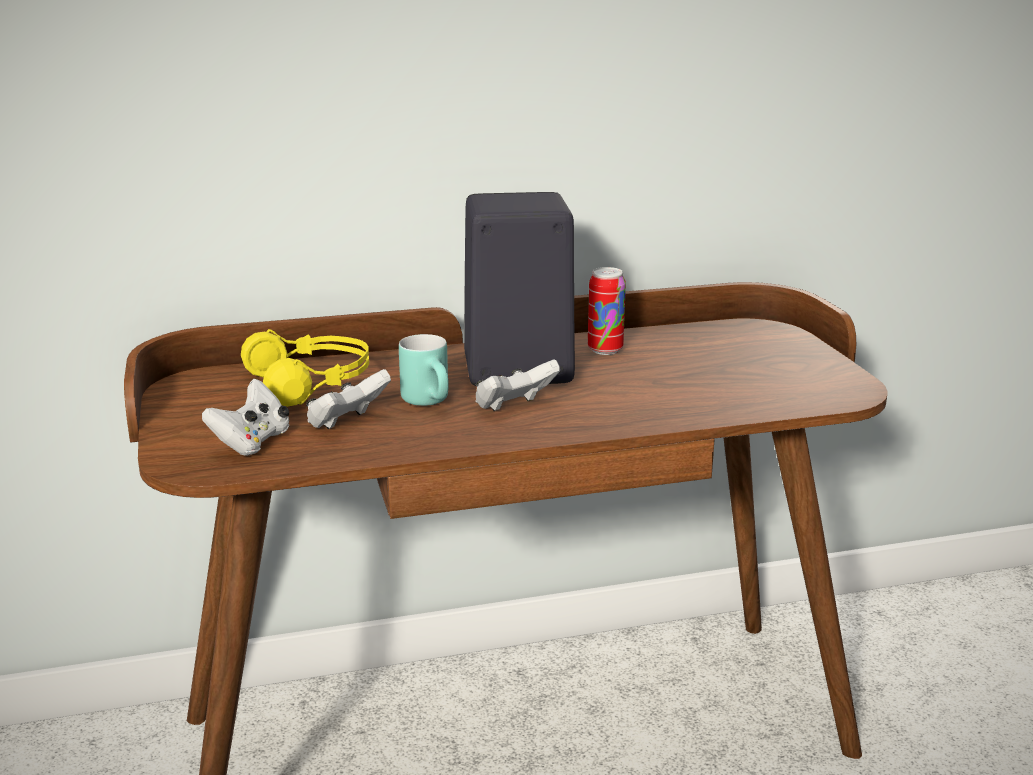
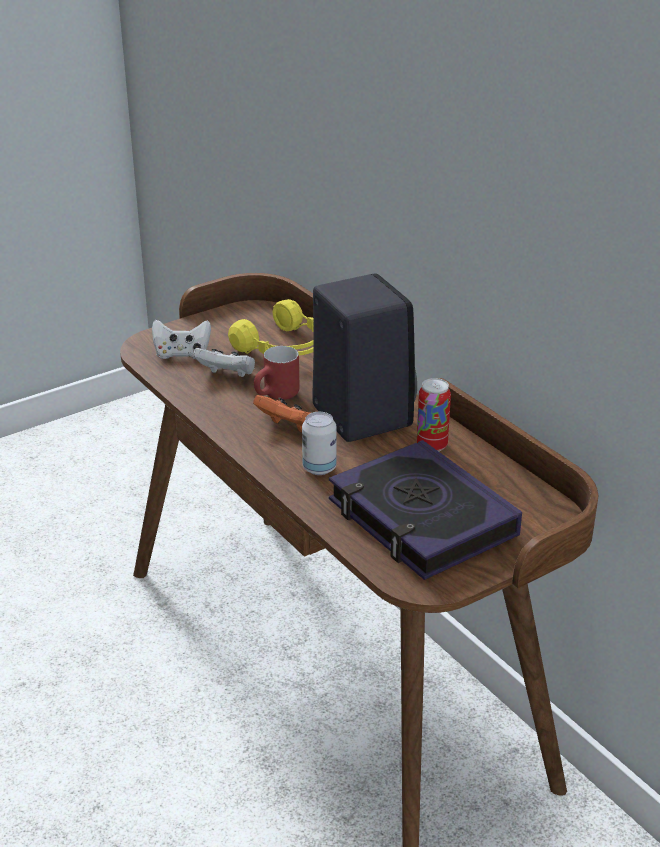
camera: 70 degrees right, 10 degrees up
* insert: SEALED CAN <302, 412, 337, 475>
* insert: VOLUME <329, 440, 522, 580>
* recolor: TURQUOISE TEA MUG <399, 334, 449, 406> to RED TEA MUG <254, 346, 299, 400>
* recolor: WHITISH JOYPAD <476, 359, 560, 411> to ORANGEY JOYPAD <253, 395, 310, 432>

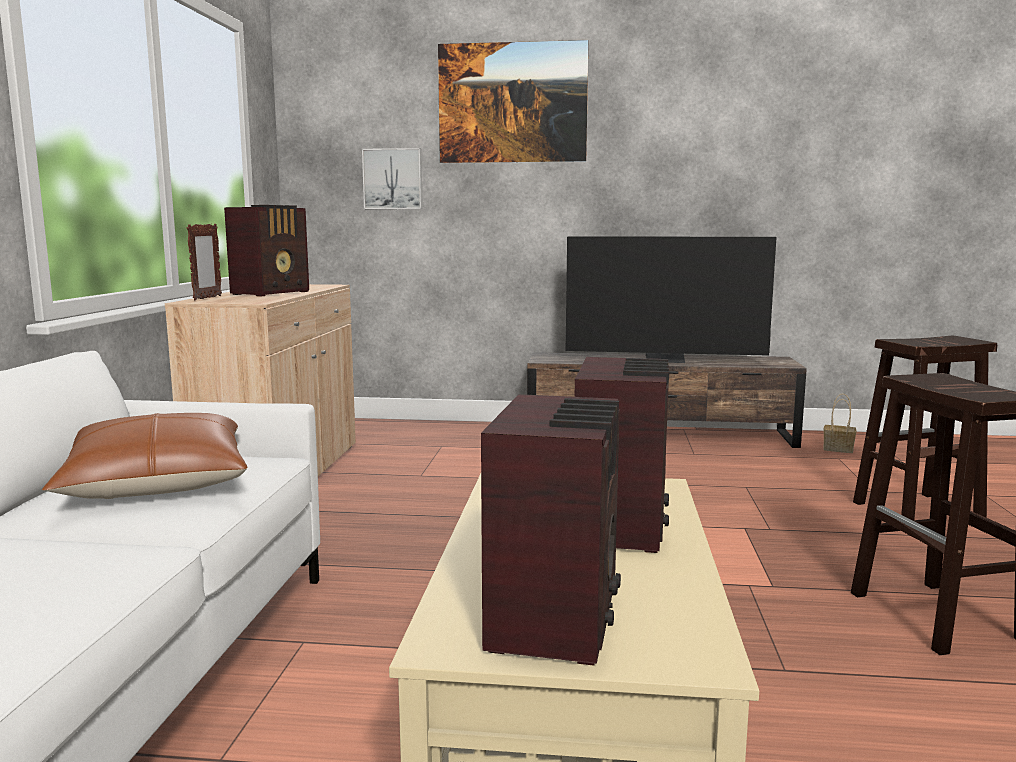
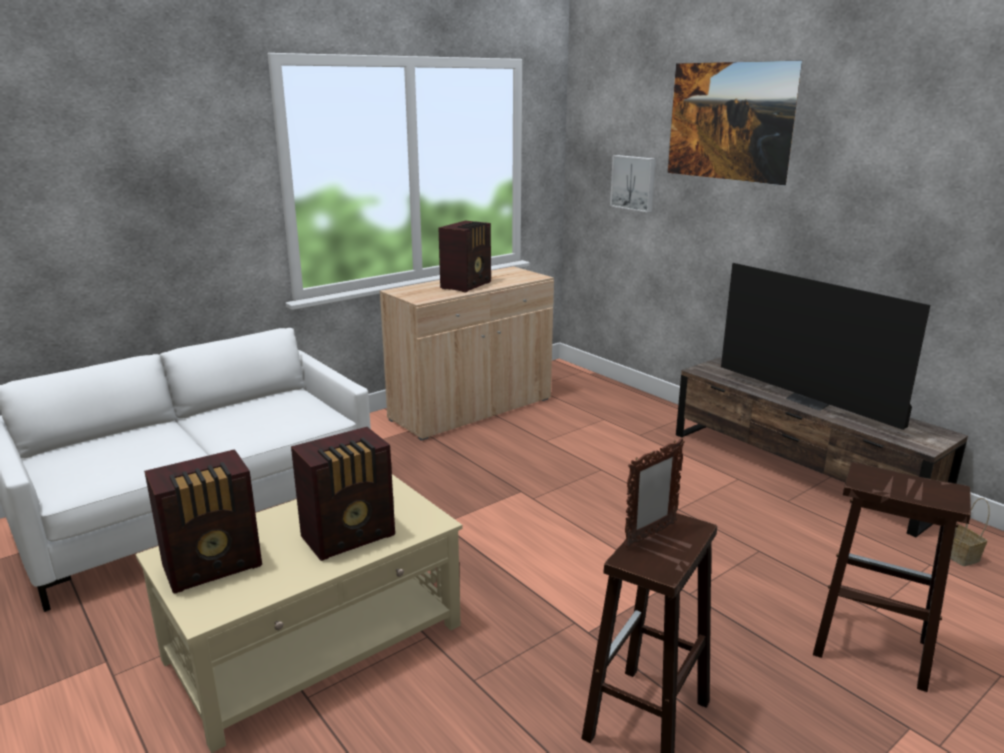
camera: 45 degrees right, 10 degrees up
* delete: BROWNISH THROW PILLOW <42, 413, 247, 499>
* move: PHOTO FRAME <187, 224, 222, 300> to <624, 438, 685, 548>
* rotate: RADIO RECEIVER <224, 205, 309, 297> = <438, 221, 491, 293> 45 degrees counterclockwise

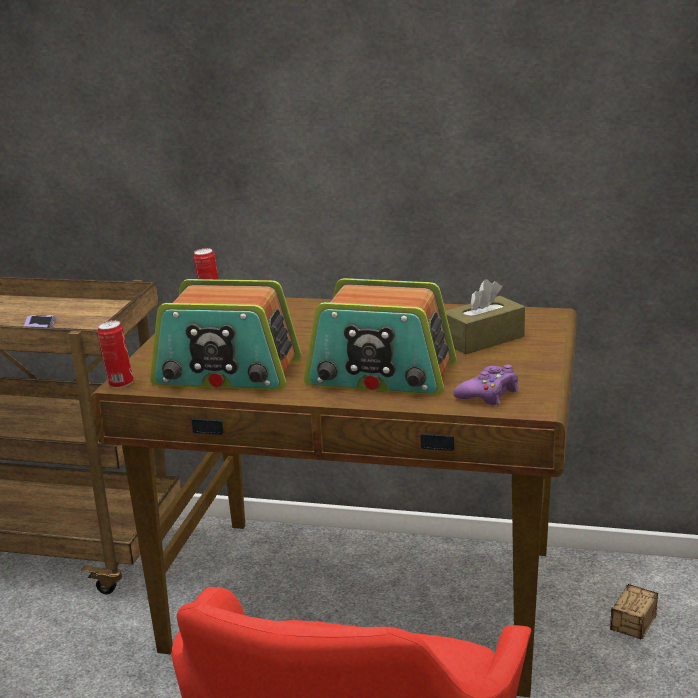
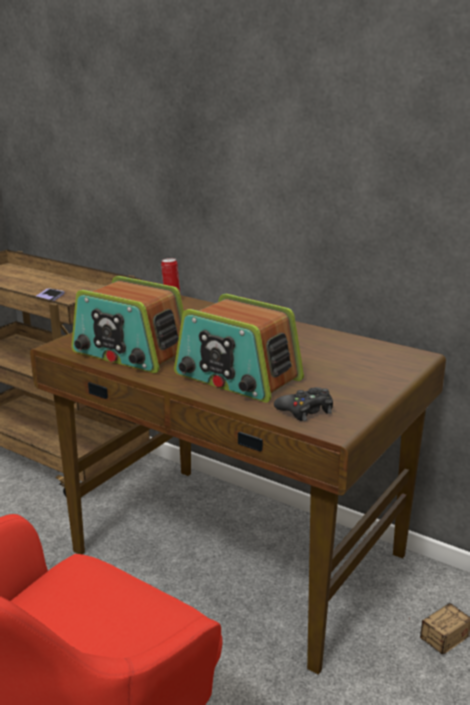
camera: 20 degrees right, 0 degrees up
* delete: SEALED CAN <97, 320, 134, 388>
* delete: BROWNISH TISSUE HOLDER <446, 279, 525, 354>
* recolor: PURPLE-COLOURED JOYPAD <453, 365, 519, 405> to BLACKISH JOYPAD <274, 387, 333, 421>

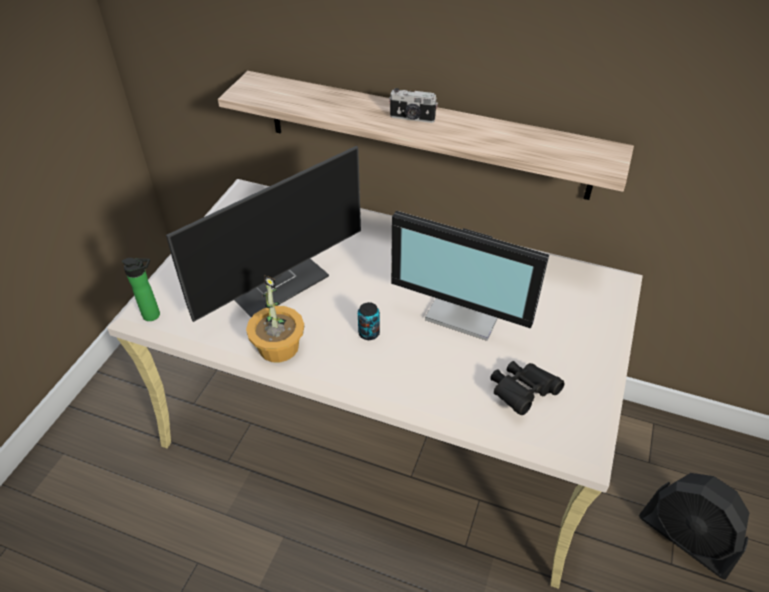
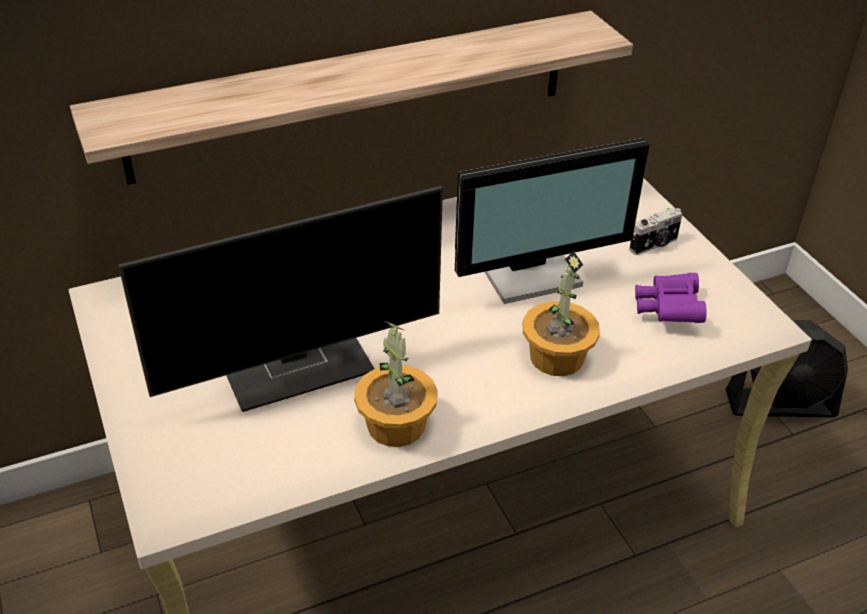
camera: 45 degrees left, 5 degrees down
* delete: BEVERAGE BOTTLE <122, 258, 160, 321>
* delete: SEALED CAN <358, 302, 380, 340>
* insert: PLANT IN A POT <523, 251, 600, 376>
* move: PHOTO CAMERA <389, 88, 438, 123> to <629, 207, 683, 255>
* recolor: BLACKISH FIELD GLASSES <490, 361, 565, 415> to PURPLE-COLOURED FIELD GLASSES <635, 273, 706, 323>
* rotate: COMPUTER DISPLAY <166, 146, 361, 322> = <118, 186, 443, 412> 60 degrees clockwise

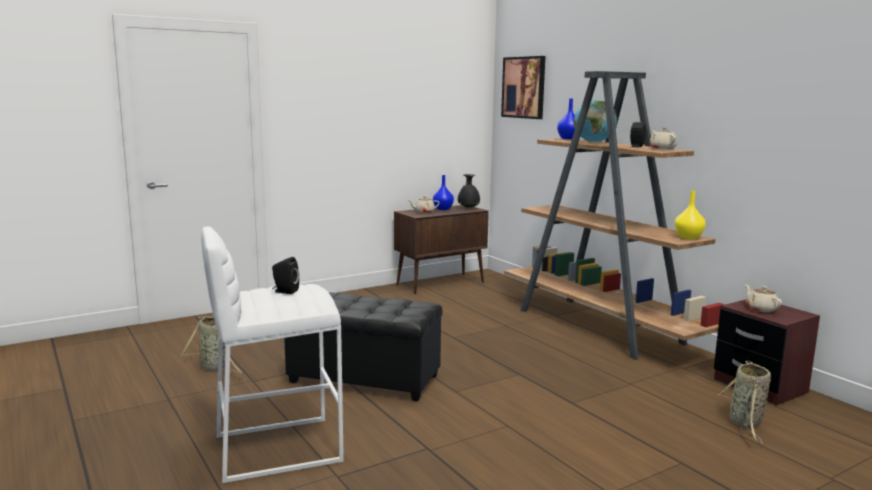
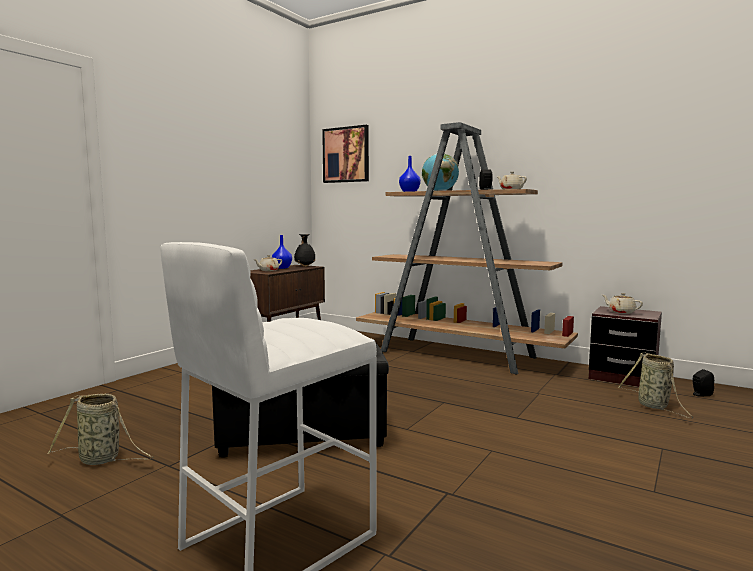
camera: 25 degrees left, 5 degrees down
* delete: YELLOW DECORATIVE VASE <675, 191, 706, 239>
* move: BLACKISH SPEAKER <272, 257, 299, 294> to <693, 369, 714, 396>

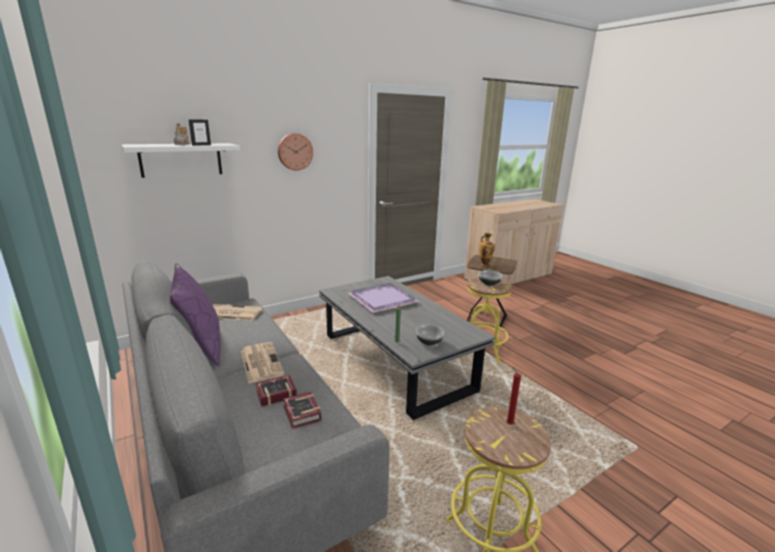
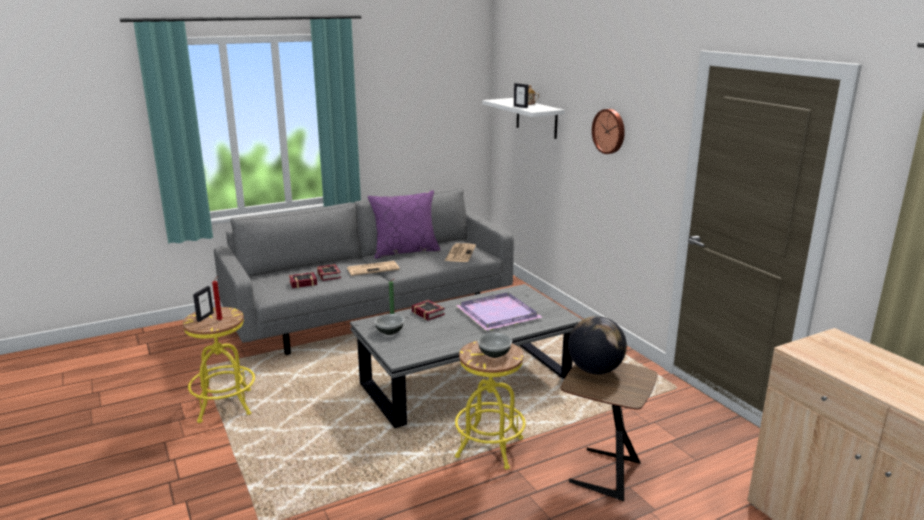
camera: 95 degrees right, 0 degrees up
* insert: PHOTO FRAME <193, 286, 214, 322>
* insert: VOLUME <412, 300, 445, 321>
* replace: DECORATIVE VASE <479, 233, 495, 267> to DESK GLOBE <568, 316, 627, 374>

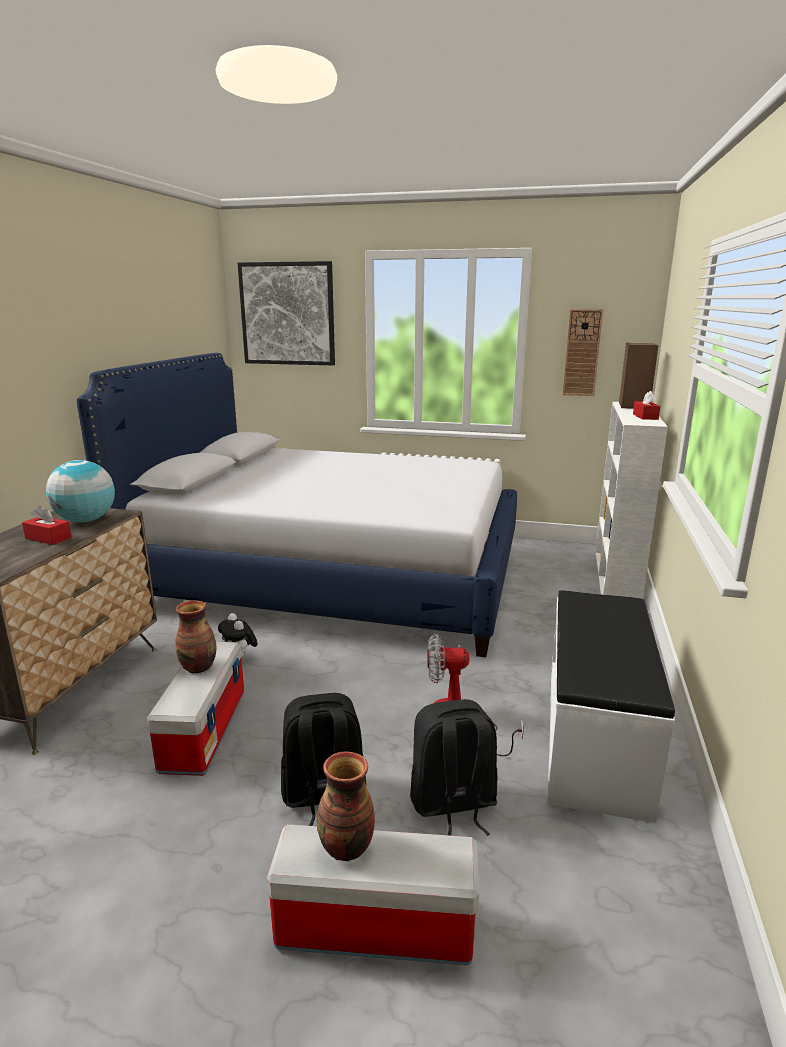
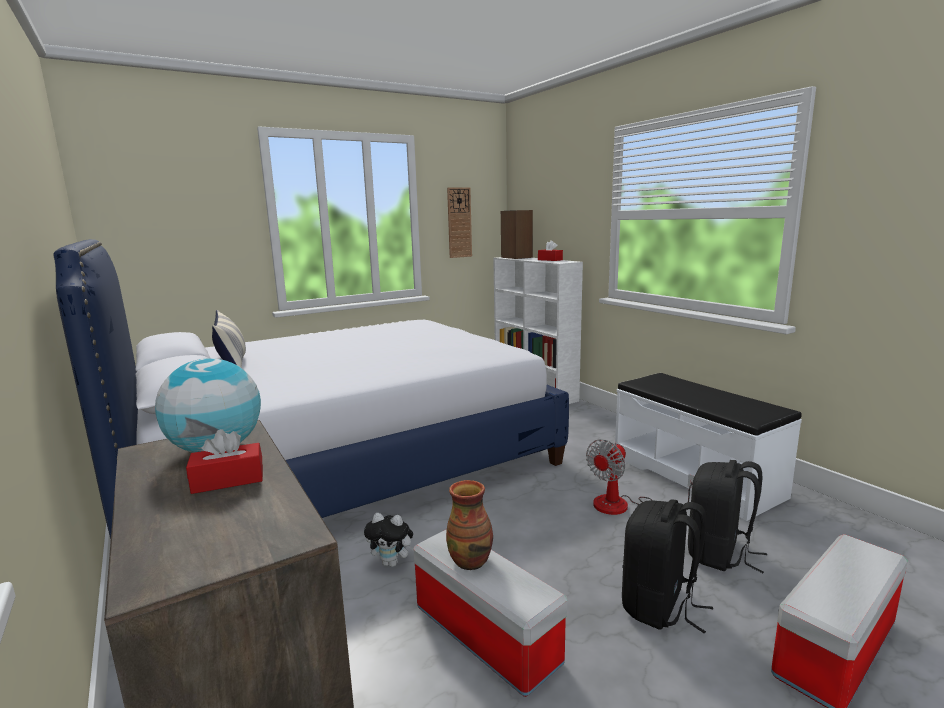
camera: 45 degrees left, 5 degrees down
* delete: WALL PICTURE <238, 261, 335, 365>
* delete: DECORATIVE VASE <317, 751, 375, 861>
* insert: THROW PILLOW <212, 310, 246, 368>

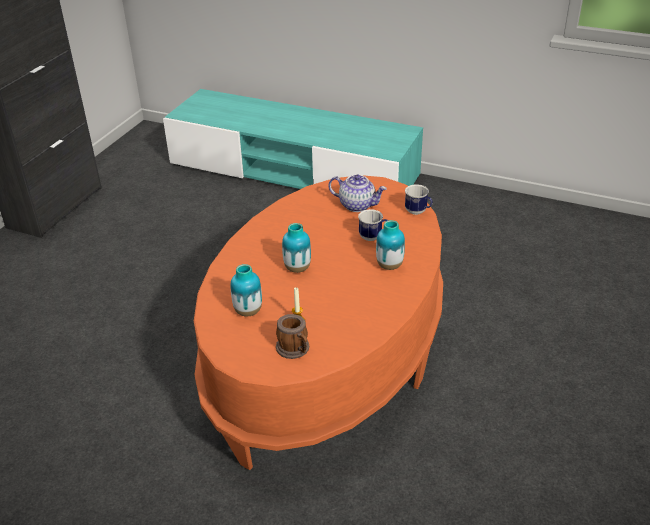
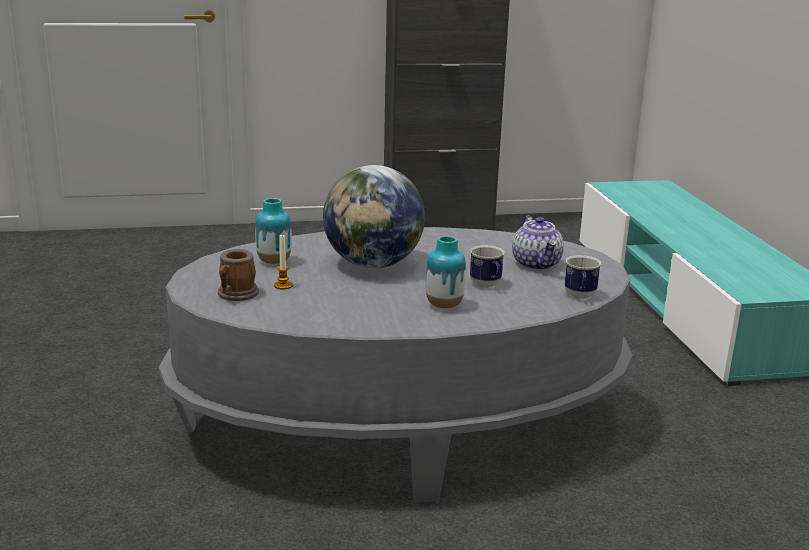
camera: 55 degrees right, 15 degrees down
* replace: DECORATIVE VASE <282, 223, 311, 273> to DESK GLOBE <323, 165, 425, 268>
* recolor: ORANGEY LOW TABLE <194, 175, 443, 470> to GREYISH LOW TABLE <159, 227, 632, 503>

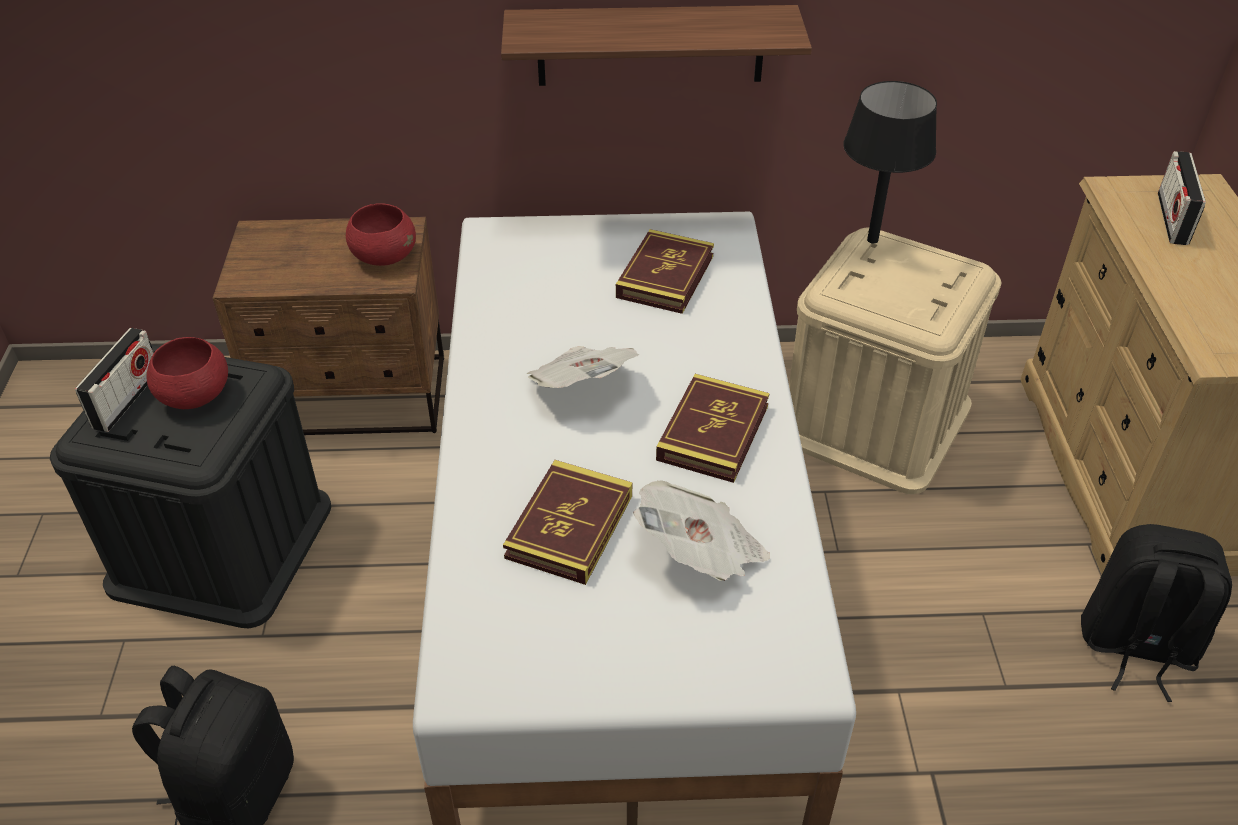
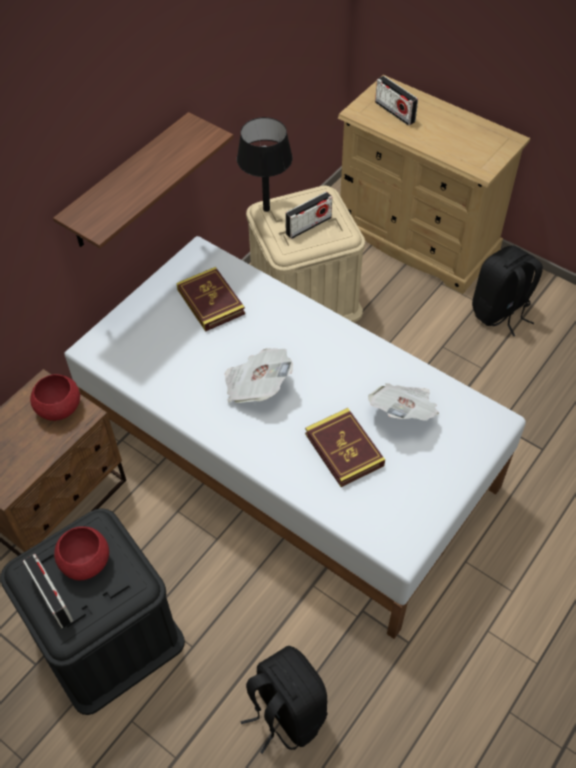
camera: 50 degrees left, 10 degrees up
* delete: VOLUME <656, 374, 769, 483>
* insert: RADIO RECEIVER <285, 192, 332, 239>

